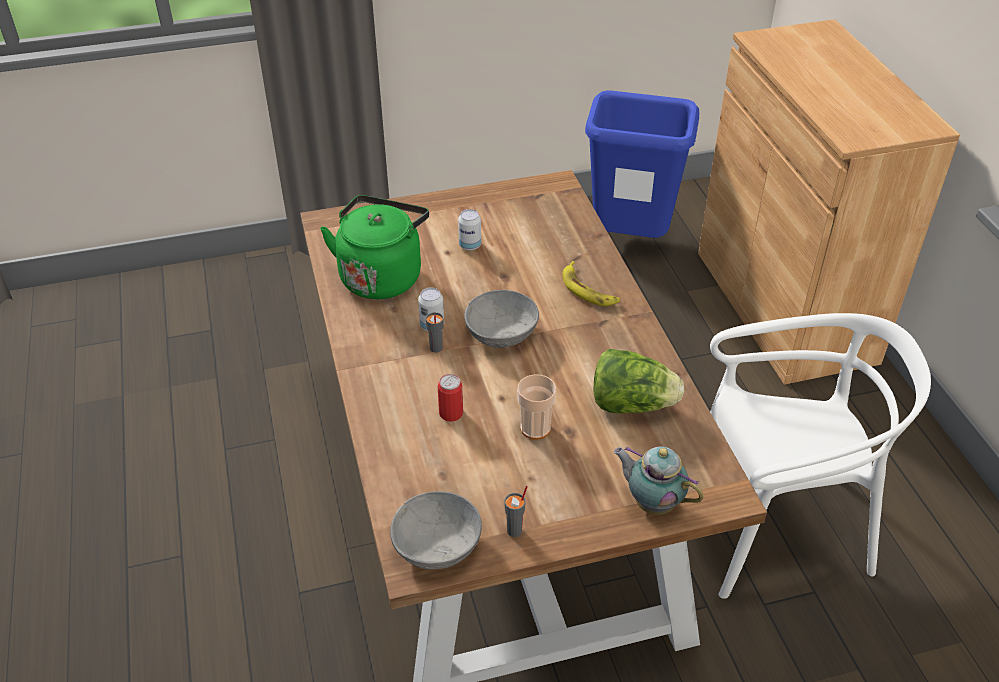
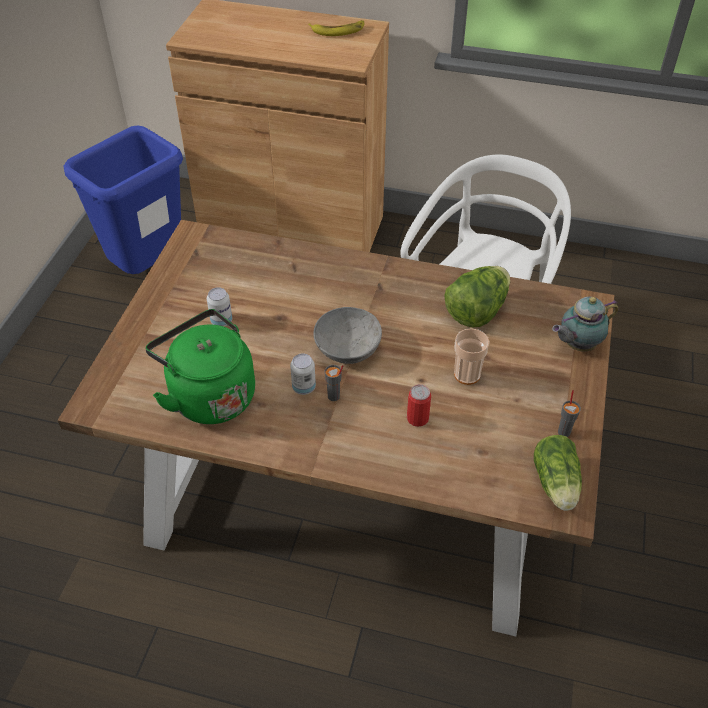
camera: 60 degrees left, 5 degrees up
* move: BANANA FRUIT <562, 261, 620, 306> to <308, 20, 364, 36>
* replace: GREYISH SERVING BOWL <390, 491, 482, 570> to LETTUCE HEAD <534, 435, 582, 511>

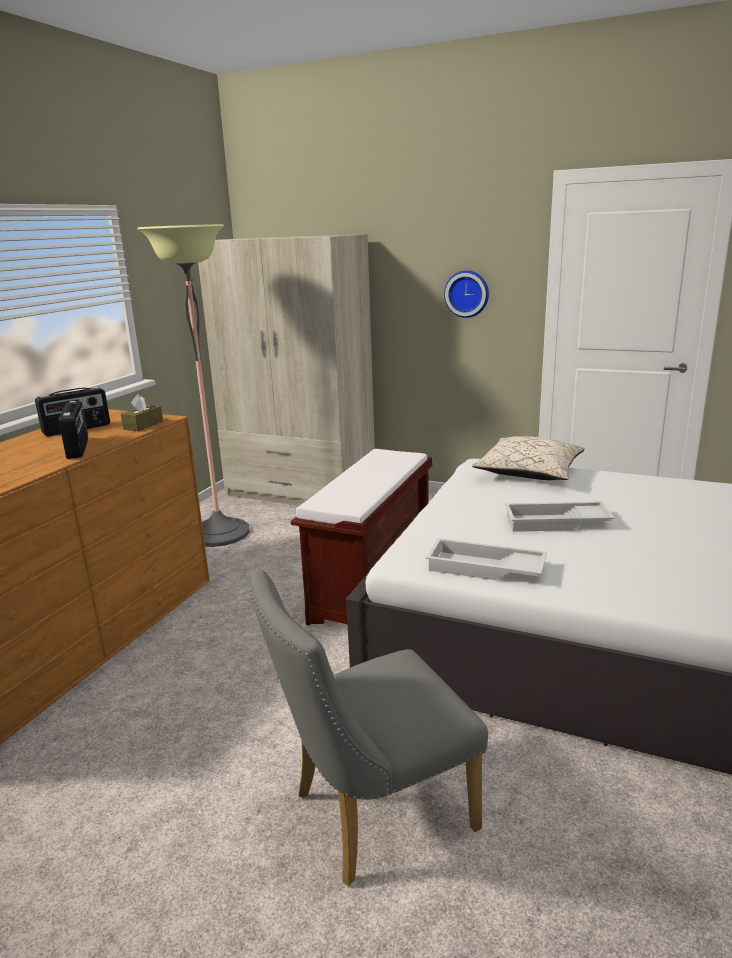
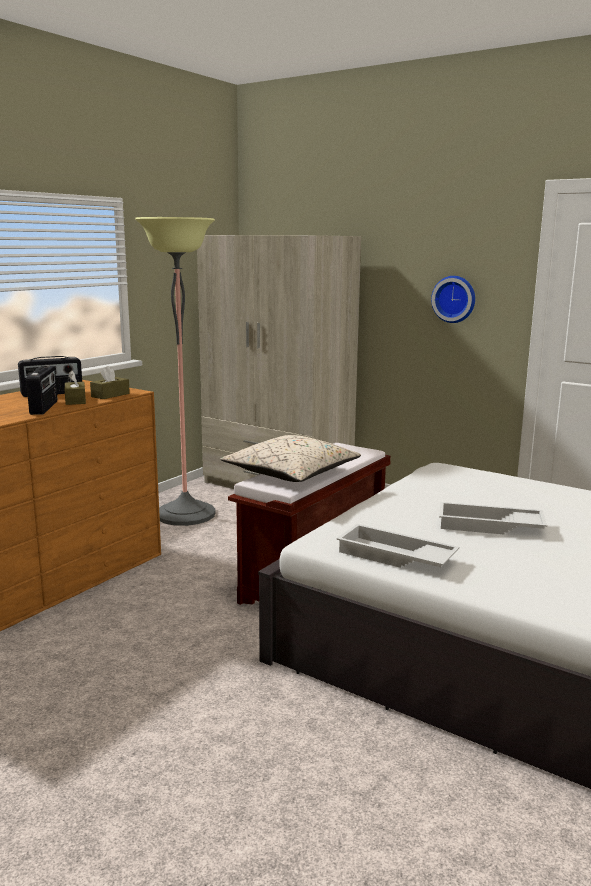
camera: 10 degrees right, 5 degrees down
* delete: GREYISH UPRIGHT CHAIR <250, 569, 488, 886>
* insert: BROWNISH TISSUE HOLDER <64, 370, 86, 405>
* move: BEIGE THROW PILLOW <472, 436, 585, 480> to <220, 435, 361, 482>

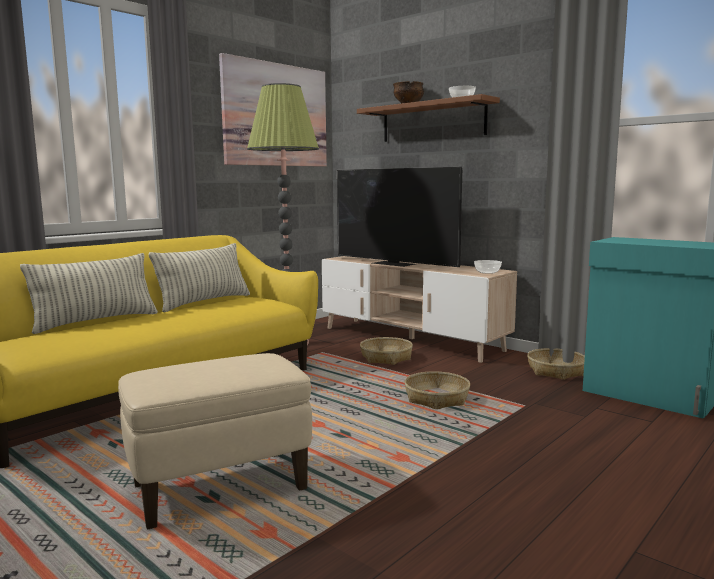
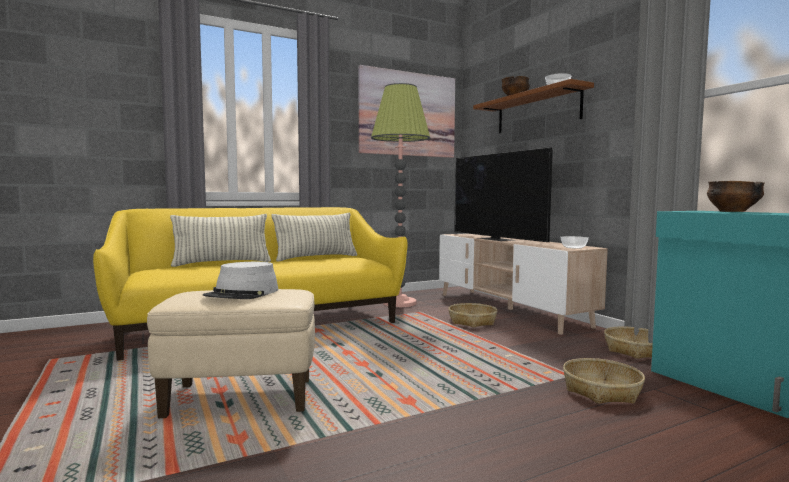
camera: 20 degrees right, 5 degrees down
* insert: GREYISH CLOTHING HAT <203, 262, 278, 299>
* insert: SERVING BOWL <707, 181, 765, 212>
* move: HOUSEHOLD BASKET <405, 371, 470, 409> to <563, 358, 645, 404>

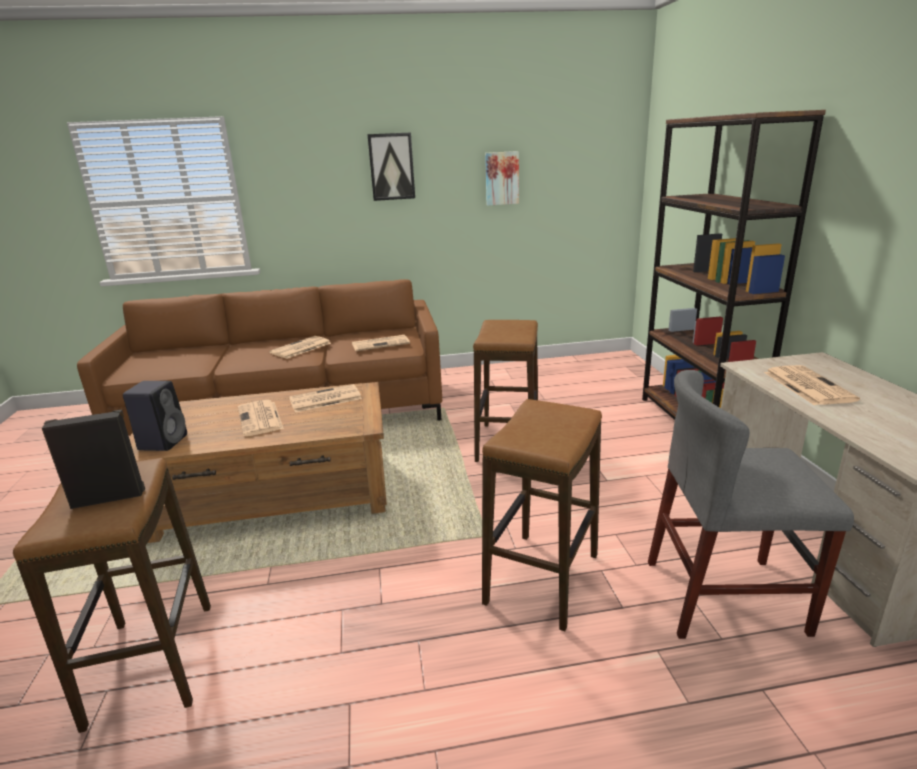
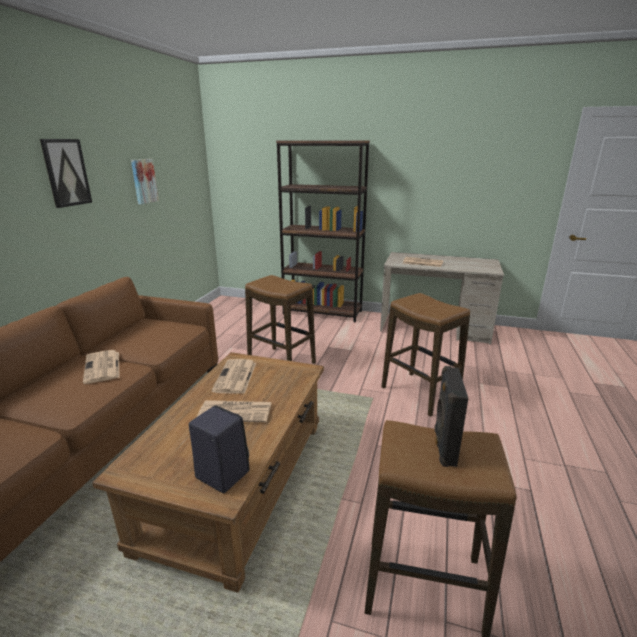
camera: 65 degrees left, 0 degrees up
* delete: PRINTED PAPER <352, 335, 410, 351>
* delete: GREYISH UPRIGHT CHAIR <648, 370, 854, 639>

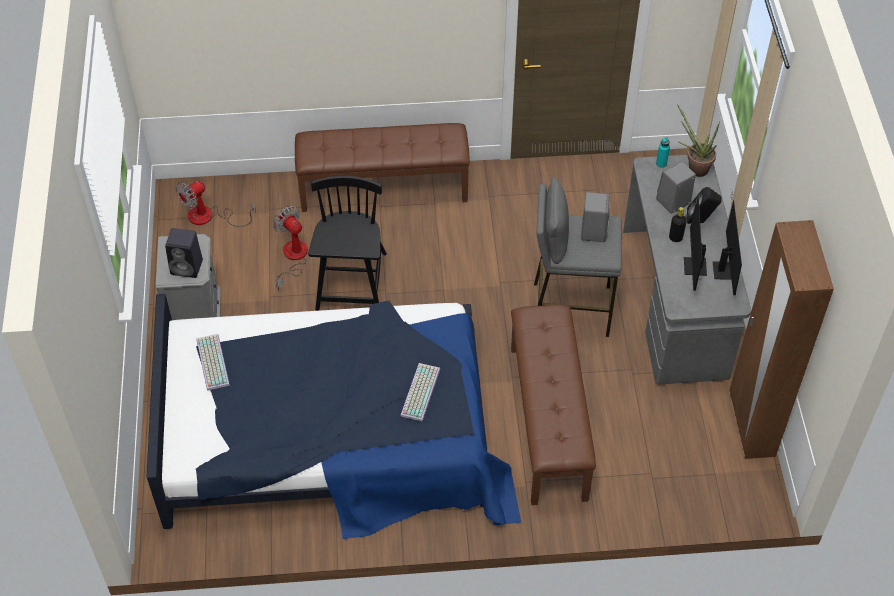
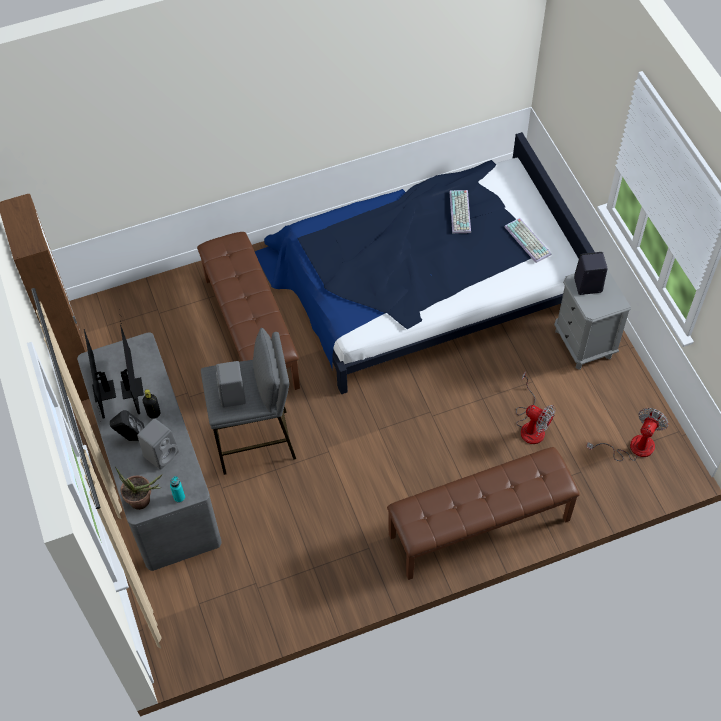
camera: 165 degrees right, 5 degrees up
* delete: BLACKISH UPRIGHT CHAIR <308, 176, 387, 311>
* move: KEYBOARD <401, 363, 440, 422> to <449, 190, 471, 233>

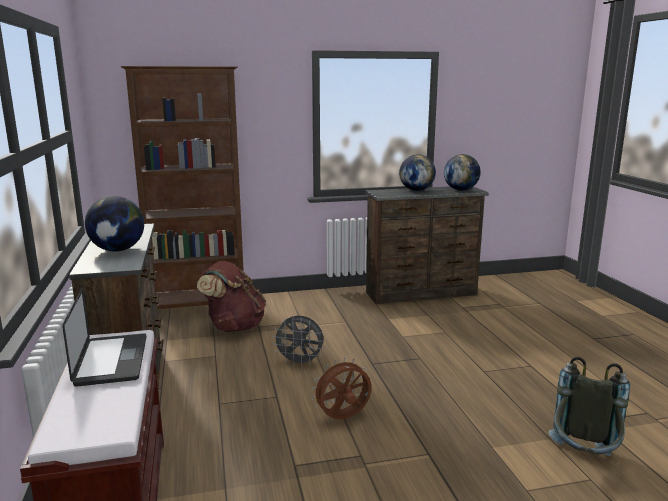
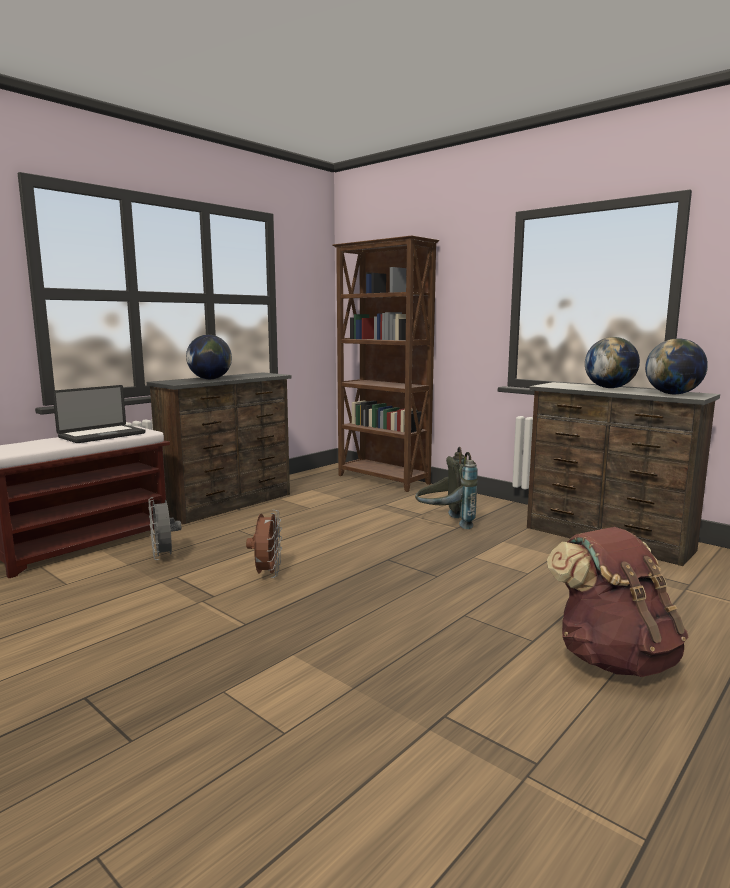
camera: 55 degrees right, 5 degrees down
* move: BROWNISH BACKPACK <197, 261, 266, 332> to <547, 527, 688, 677>
* move: GREYISH FAN <272, 315, 324, 366> to <148, 497, 182, 560>
* move: GREYISH BACKPACK <548, 357, 630, 456> to <415, 447, 478, 529>
* rotate: BROWNISH FAN <311, 358, 371, 419> = <246, 510, 282, 578> 60 degrees clockwise

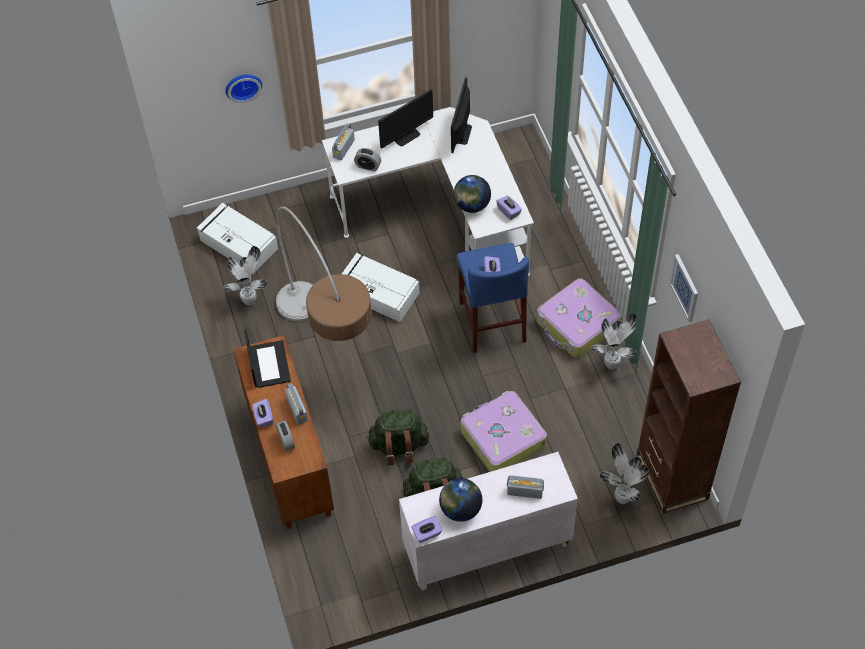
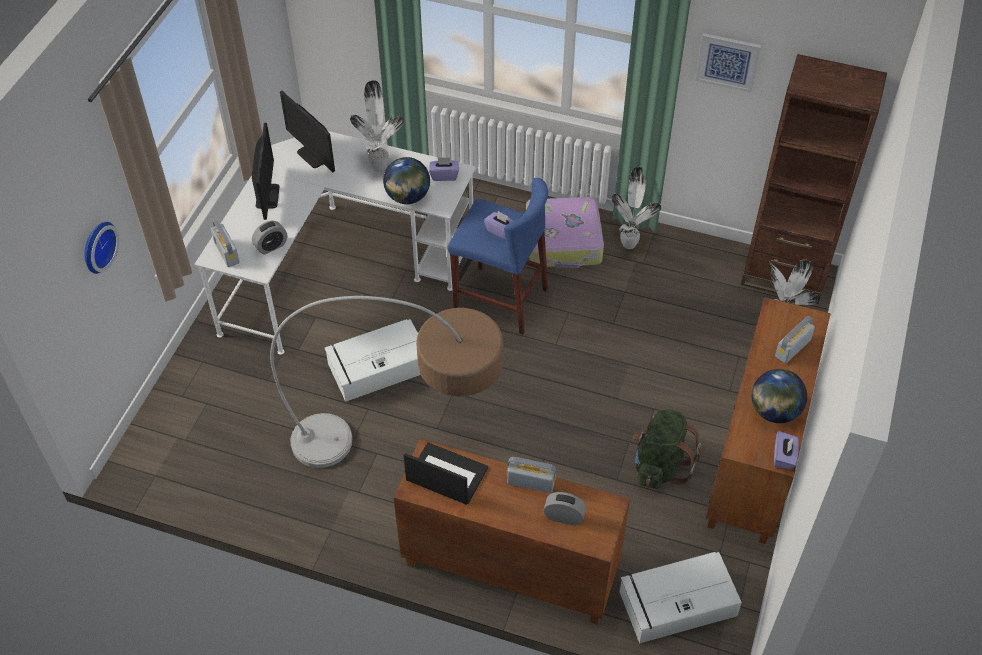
camera: 55 degrees left, 5 degrees down
* delete: PURPLE-COLOURED TISSUE HOLDER <253, 398, 273, 427>
* delete: GREEN-COLOURED BACKPACK <366, 409, 429, 465>
* delete: PIECE OF LUGGAGE <461, 391, 547, 472>
* move: WHITISH STORAGE BOX <197, 203, 278, 274> to <620, 552, 742, 644>
* move: PLANT IN A POT <223, 246, 267, 305> to <350, 80, 405, 172>
* recolor: WHITISH CABINET <399, 452, 578, 591> to BROWNISH CABINET <706, 297, 831, 544>

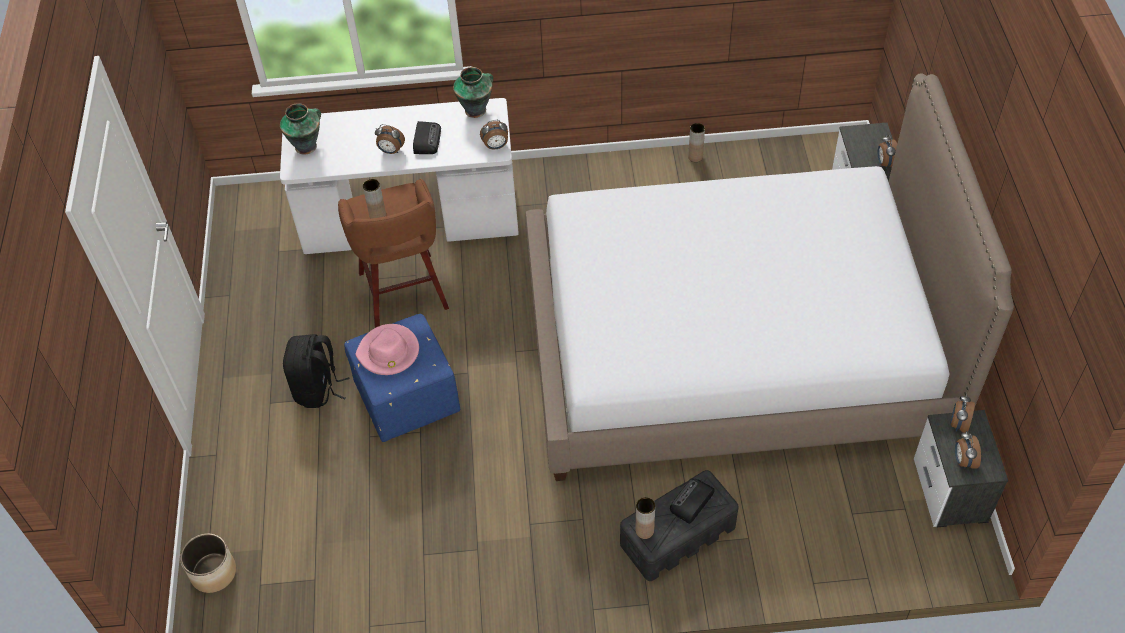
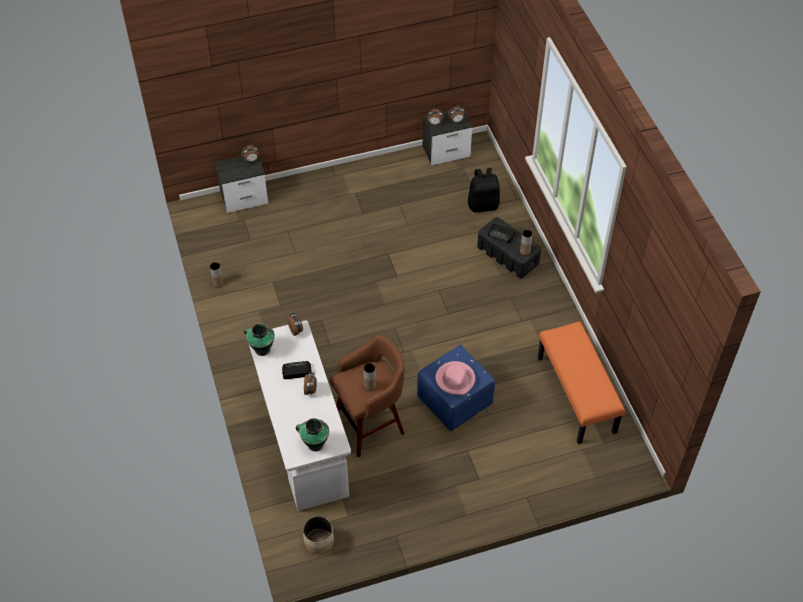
camera: 105 degrees left, 0 degrees up
* delete: SLEEPING BED <525, 73, 1014, 481>
* insert: ORANGEY BENCH <538, 322, 625, 444>
* move: PLANTER <180, 534, 236, 593> to <303, 516, 334, 554>
* move: BLACKISH BACKPACK <283, 334, 349, 408> to <468, 168, 500, 212>

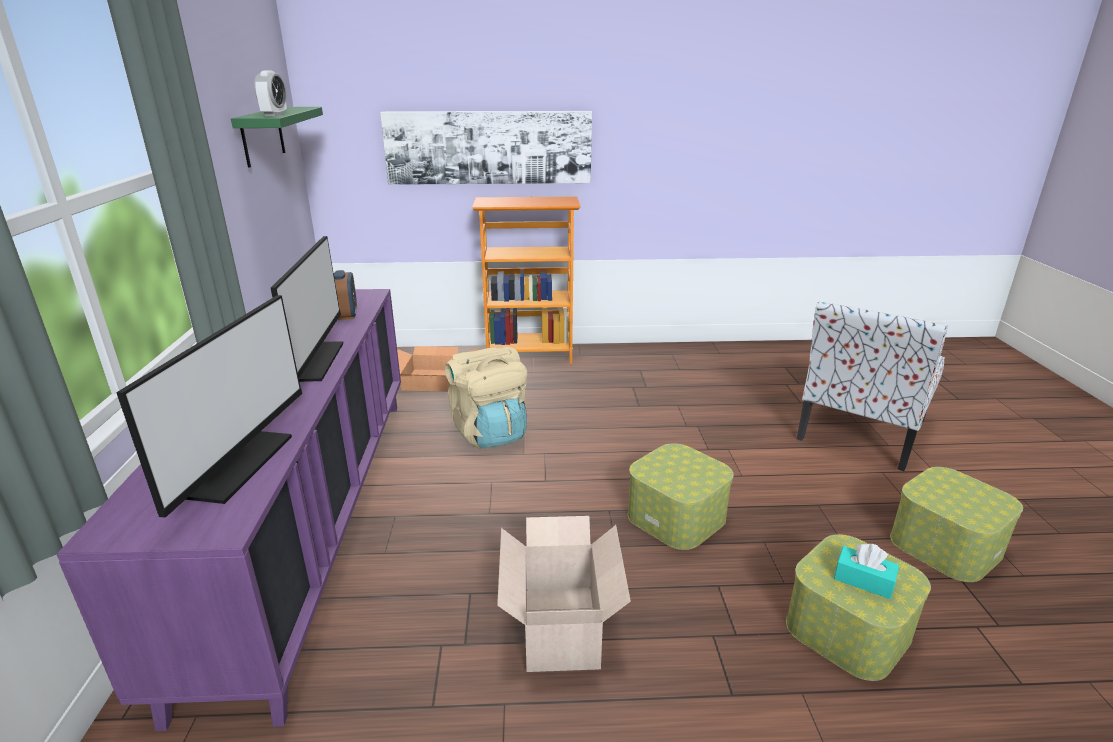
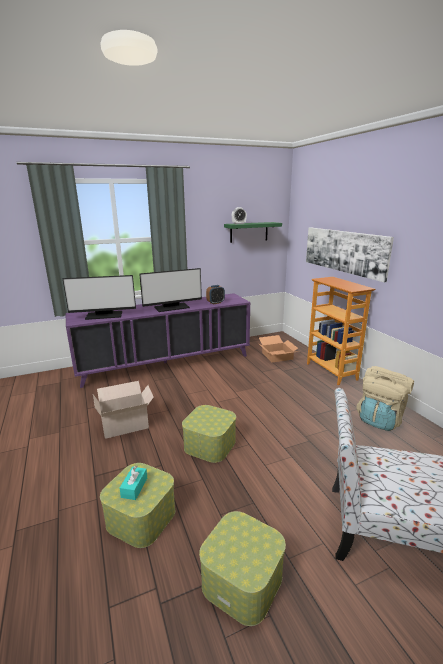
camera: 70 degrees right, 5 degrees down
* move: BEIGE BACKPACK <445, 347, 527, 448> to <356, 366, 414, 431>

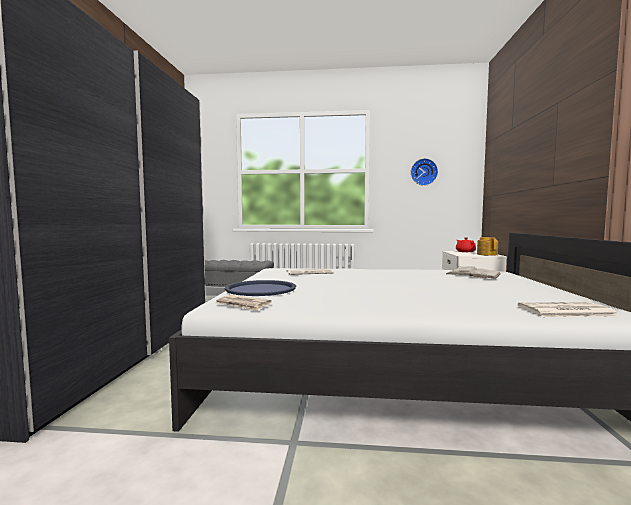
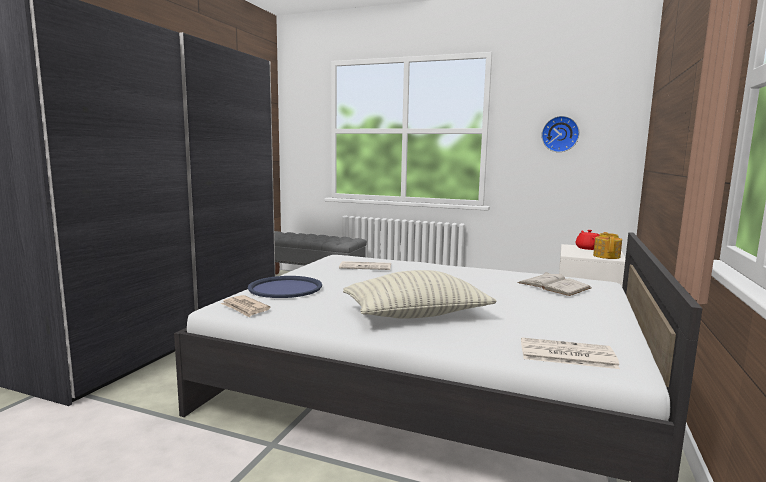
camera: 15 degrees right, 5 degrees up
* insert: THROW PILLOW <343, 270, 497, 319>

